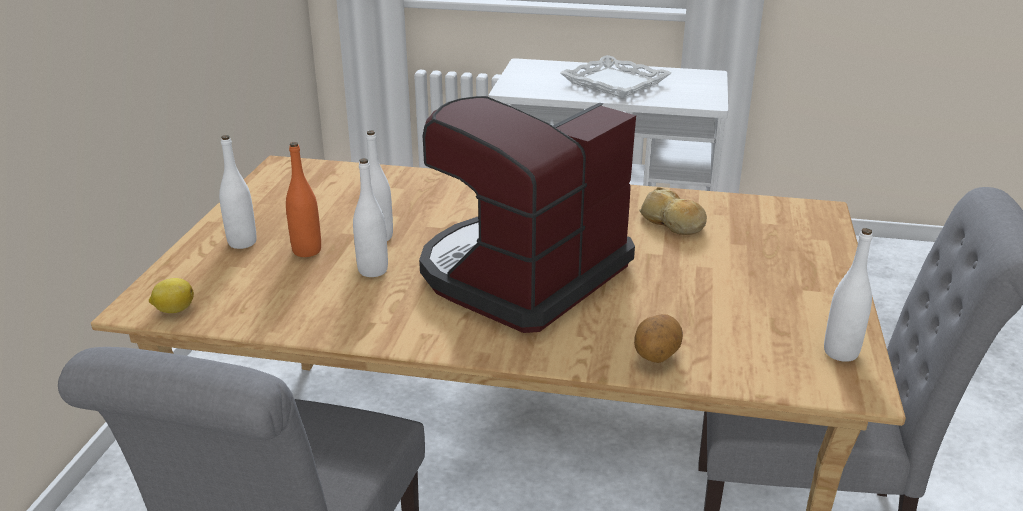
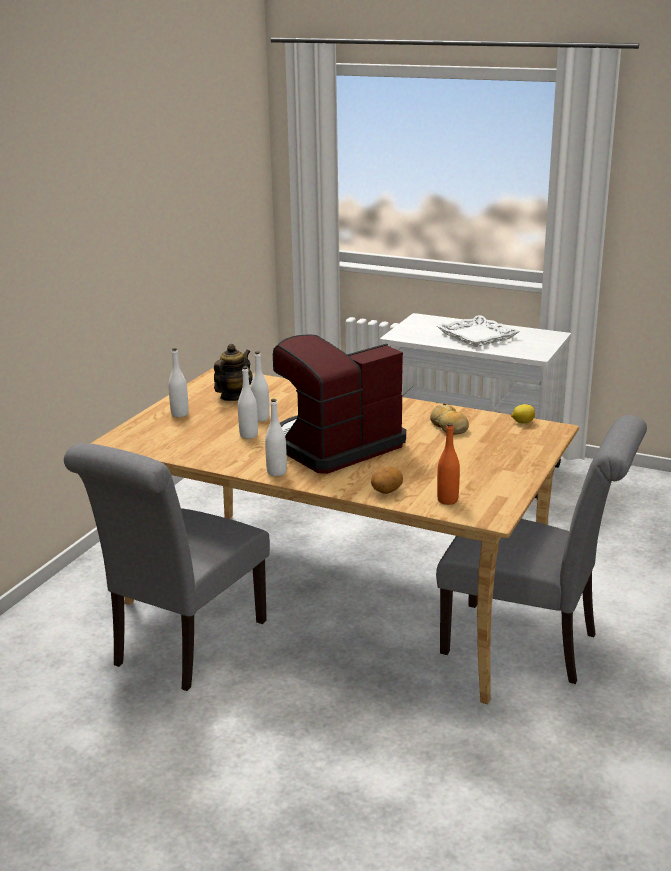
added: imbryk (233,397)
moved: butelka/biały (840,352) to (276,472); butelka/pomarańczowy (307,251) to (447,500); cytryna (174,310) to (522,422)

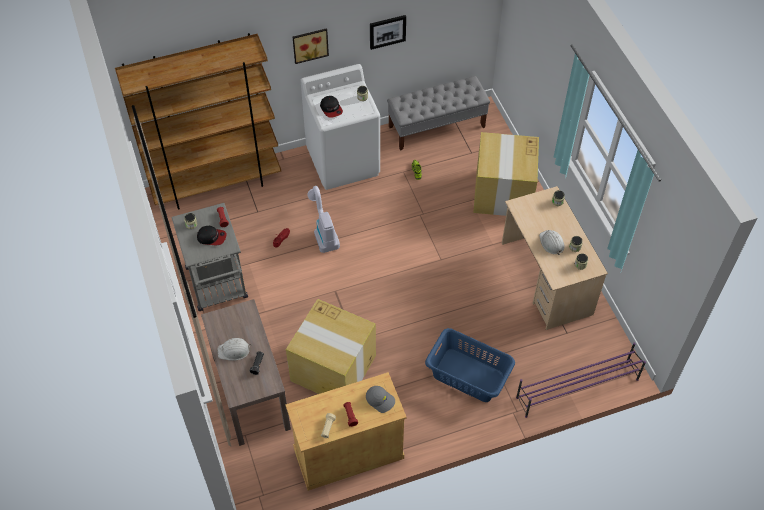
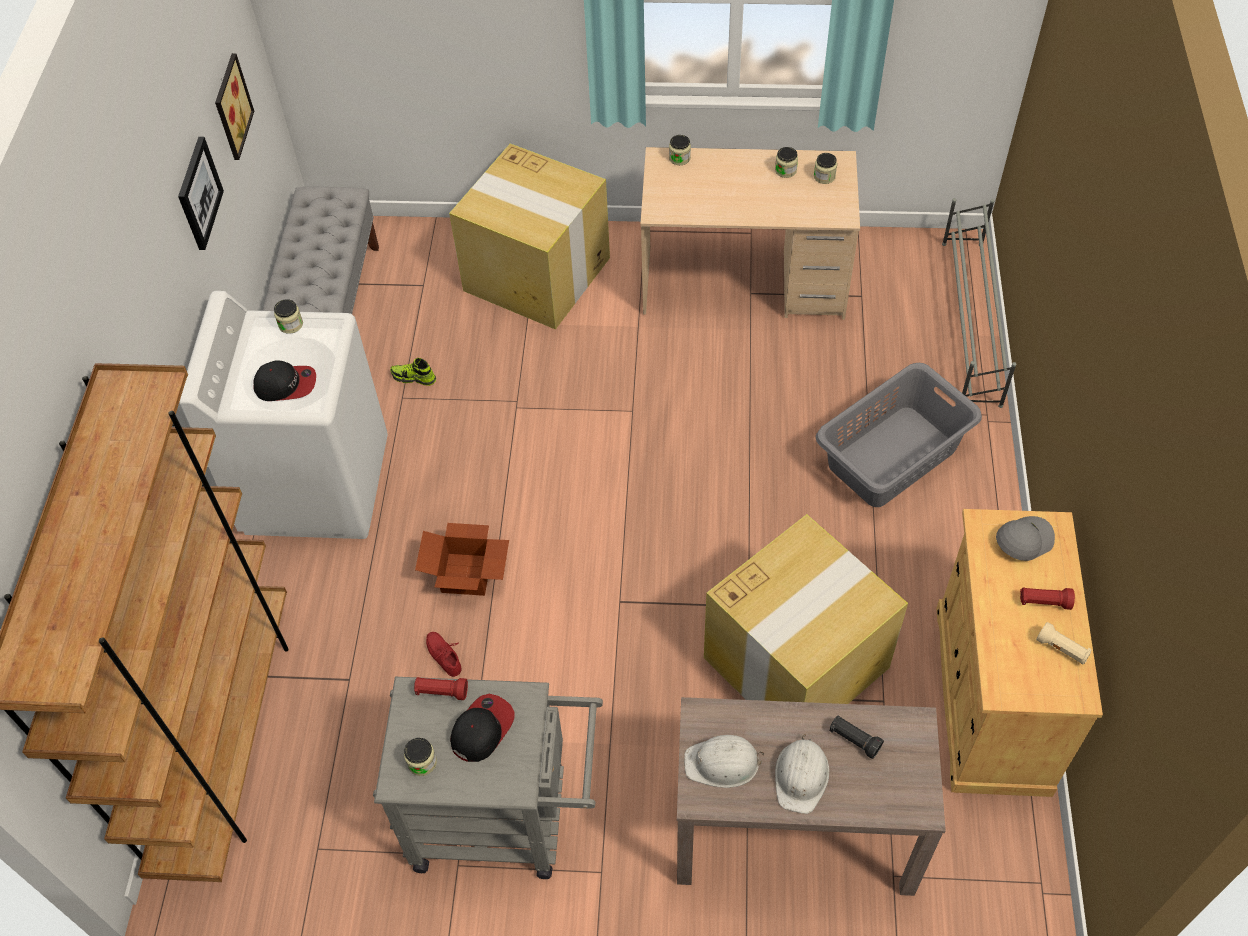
moved: obraz (310,44) to (229,106); kask/biały (551,243) to (723,763)
replaced: odkurzacz (323,232) to karton (468,575)
recoloured: kosz na pranie/niebieski (468,376) to kosz na pranie/szary (893,457); regał na buty/fioletowy (576,388) to regał na buty/szary (970,322)

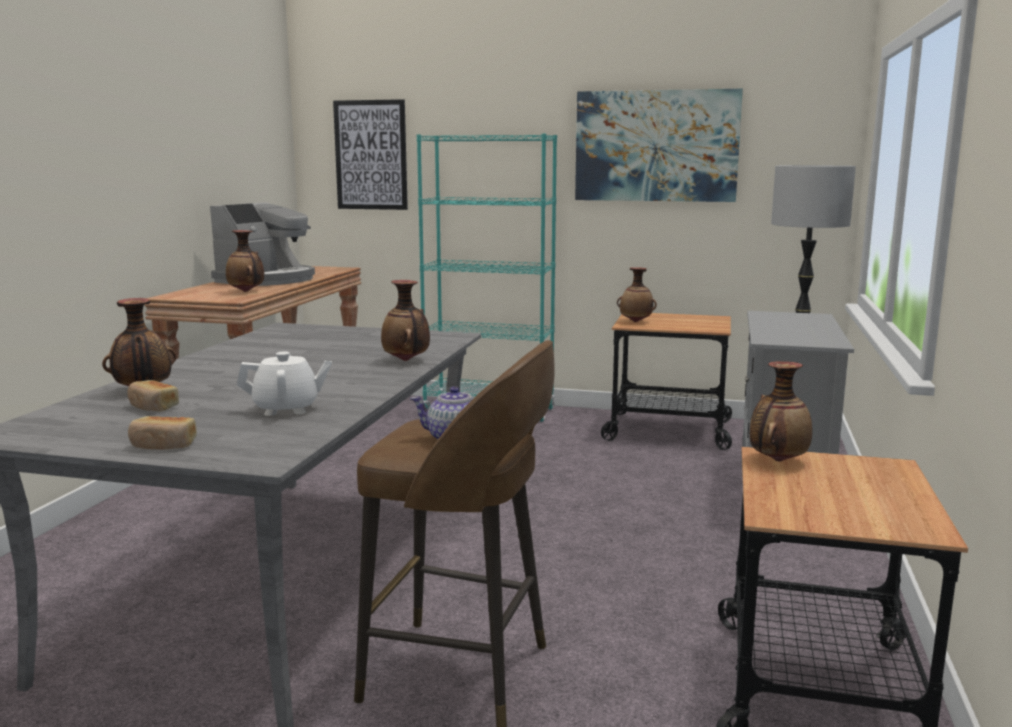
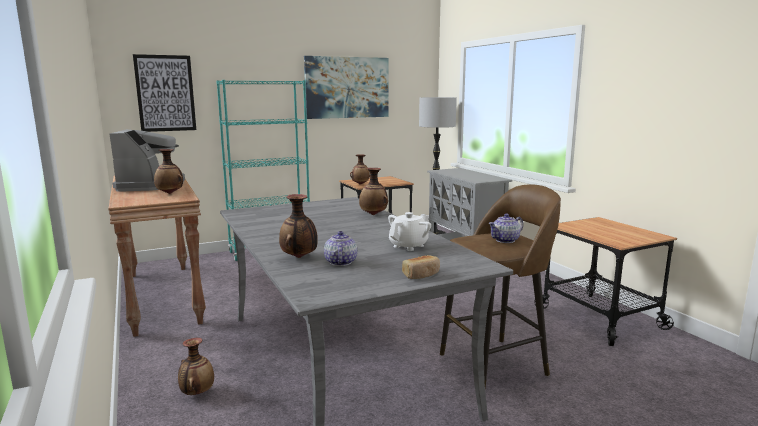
moved: wazon (777,460) to (197,393)
replaced: chleb (152,407) to imbryk (340,262)

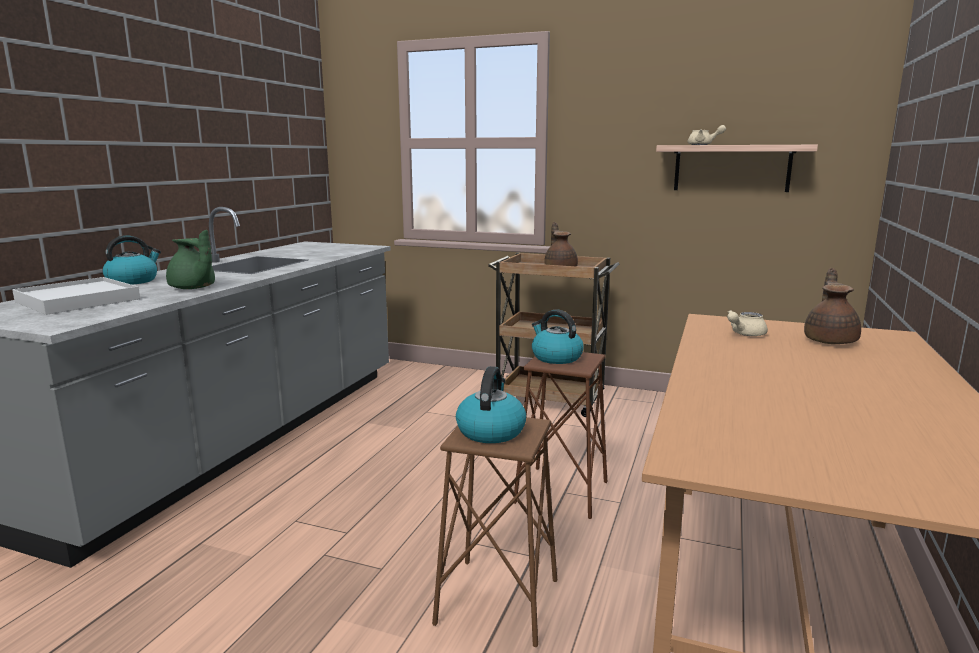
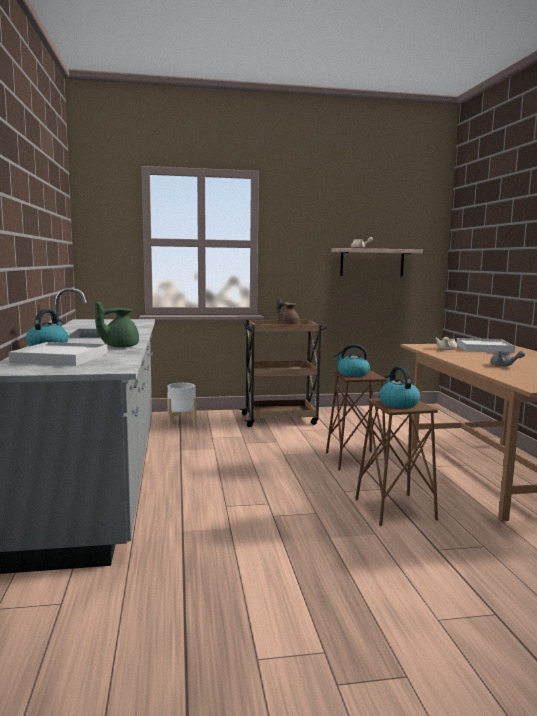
added: donica/biały (182,423); imbryk/szary (504,365)
replaced: imbryk/brązowy (830,340) to taca/biały (484,348)
turned: imbryk/zielony (193,288) = (119,346) 135 degrees clockwise

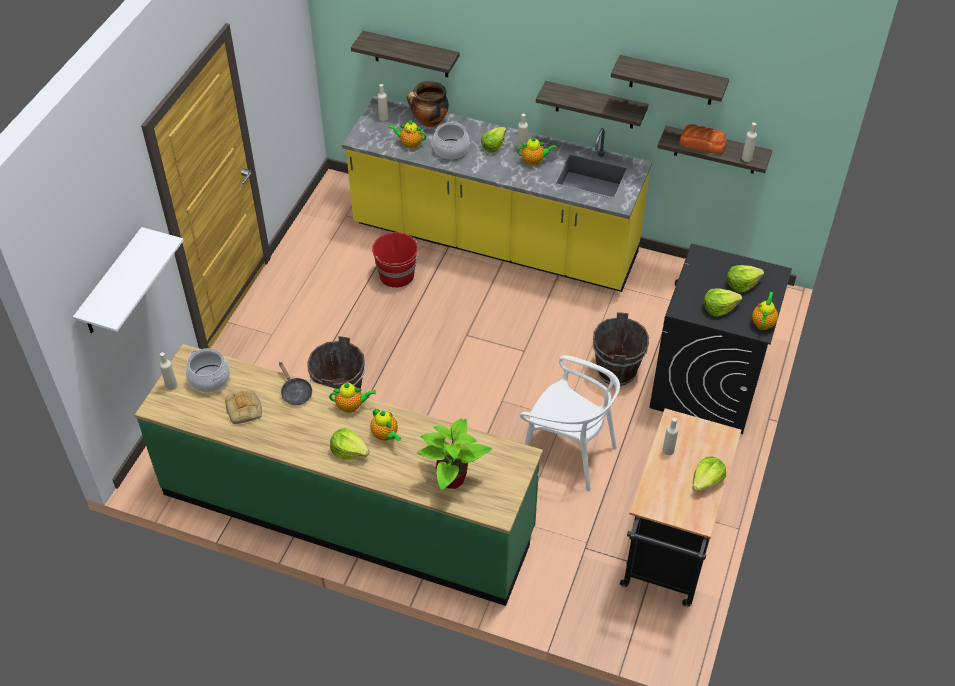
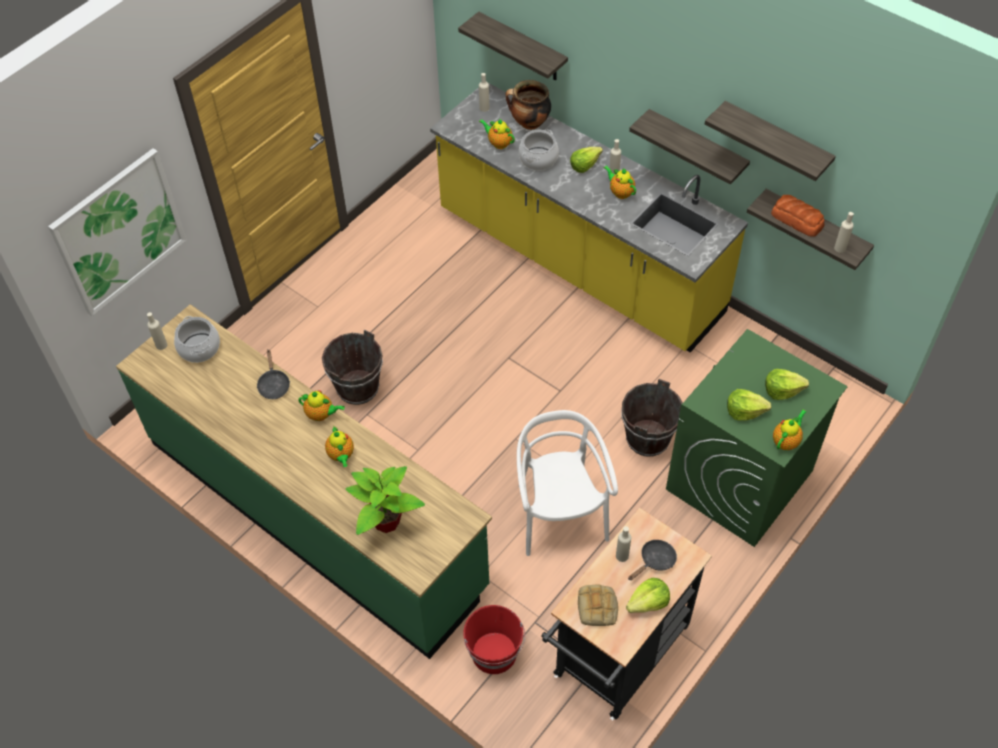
removed: sałata (349,451)
added: patelnia/czarny (655,561)
moved: wiadro/czerwony (397,275) to (494,653); chleb (244,410) to (598,608)
replaced: półka/biały (112,284) to obraz (119,232)
recoloured: pralka/czarny (707,385) to pralka/zielony (739,481)
turned: krzesło/biały (568,453) = (559,515) 150 degrees counterclockwise; imbryk (534,161) = (620,192) 150 degrees counterclockwise

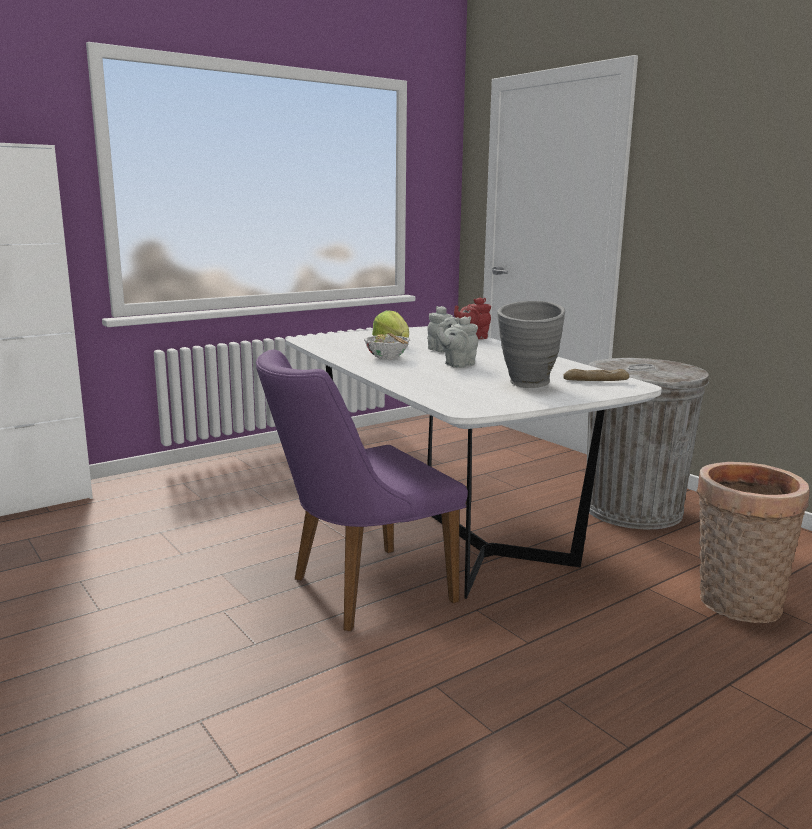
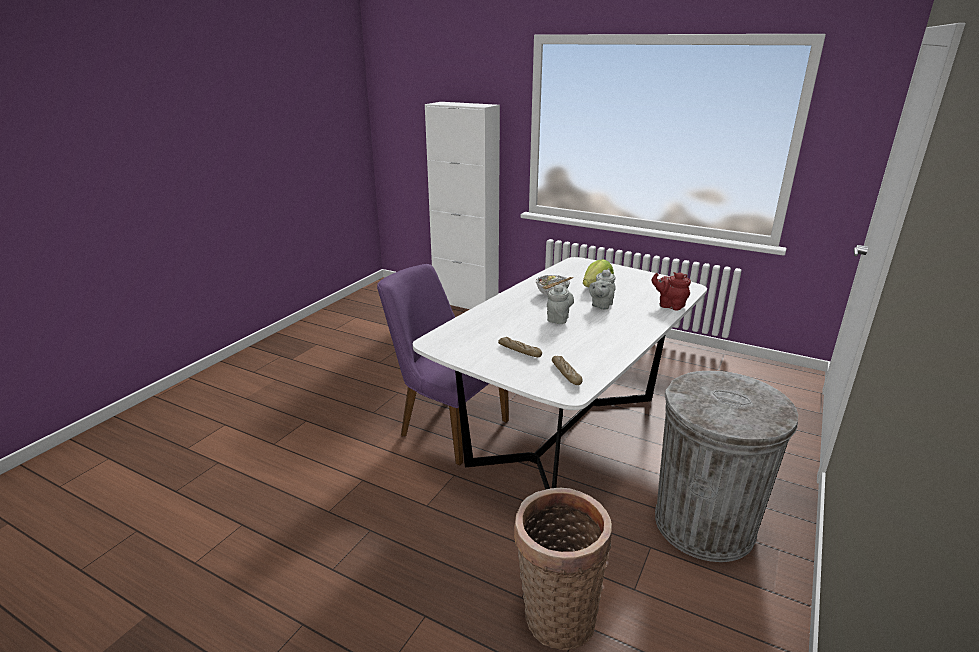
replaced: wazon/szary (527,386) to chleb (519,351)
turned: imbryk/szary (458,365) = (558,318) 90 degrees clockwise

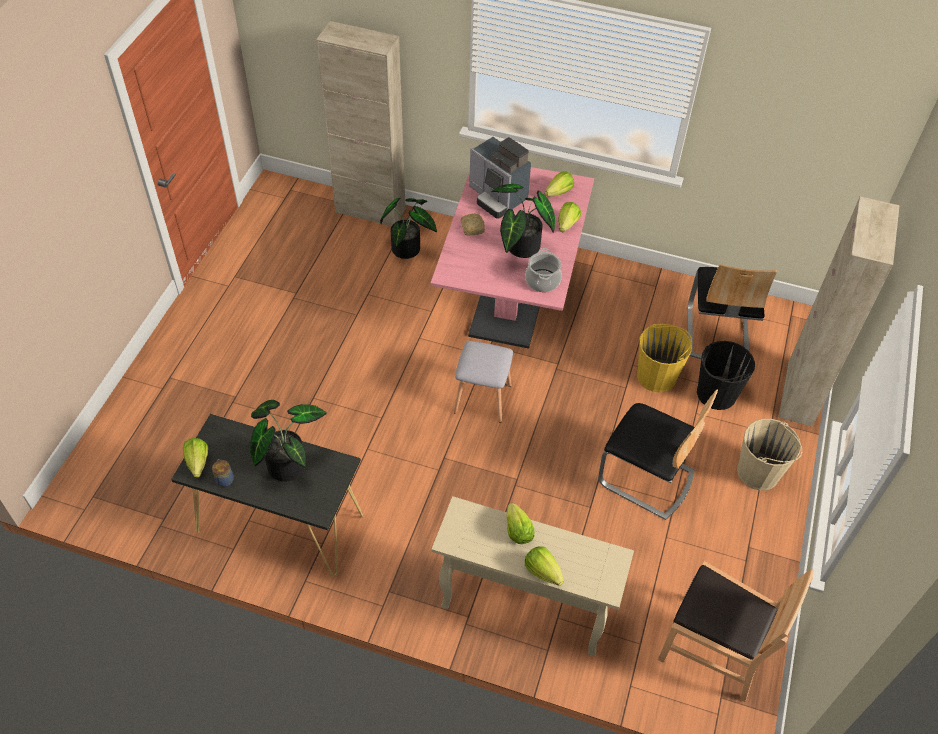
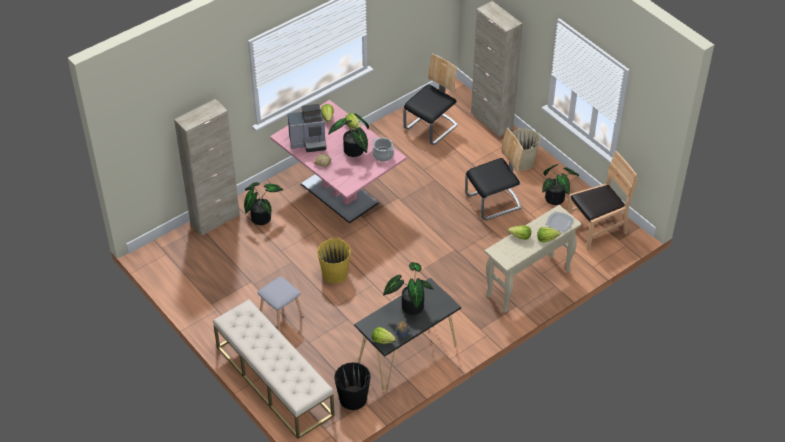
added: ławka/beżowy (274,380); roślina doniczkowa (557,198); talerz (559,222)
moved: stołek/szary (481,398) to (281,317); wiadro/żółty (657,376) to (335,273); wiadro/czarny (716,393) to (353,399)
turned: krzesło (717,333) = (431,127) 90 degrees counterclockwise

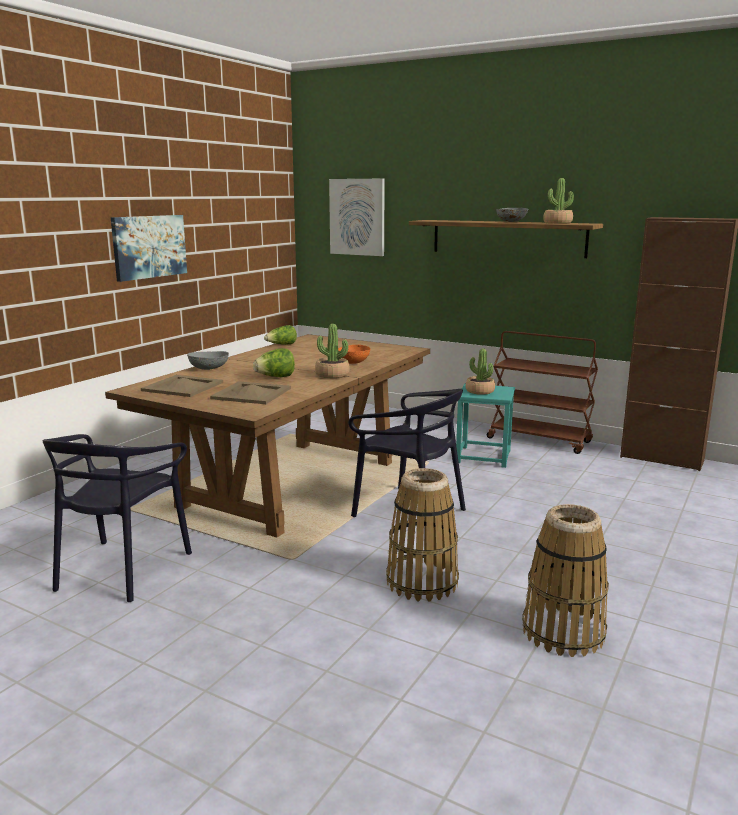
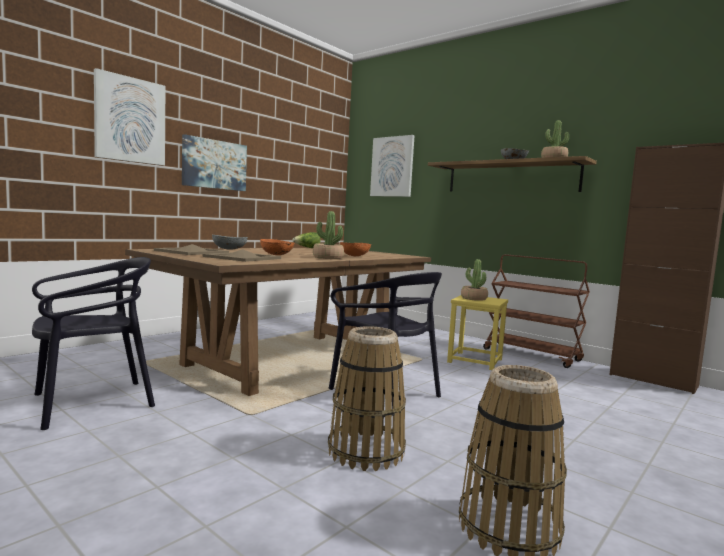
added: obraz (130,120)
replaced: sałata (275,377) to miska/pomarańczowy (277,255)
recoloured: stołek/turkusowy (483,457) to stołek/żółty (474,361)
turned: krzesło/czarny (122,569) = (92,403) 150 degrees counterclockwise

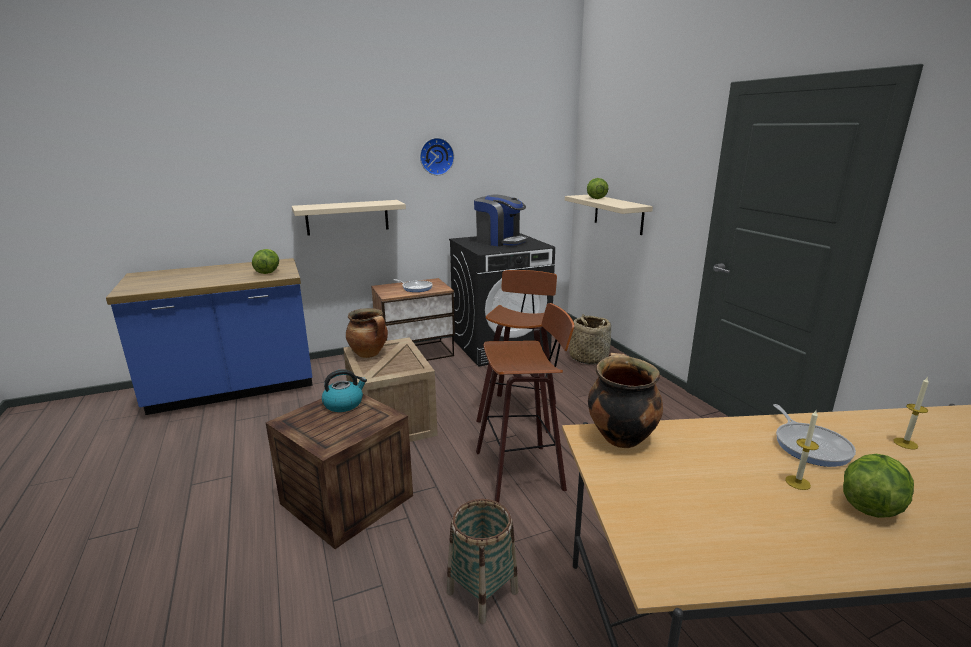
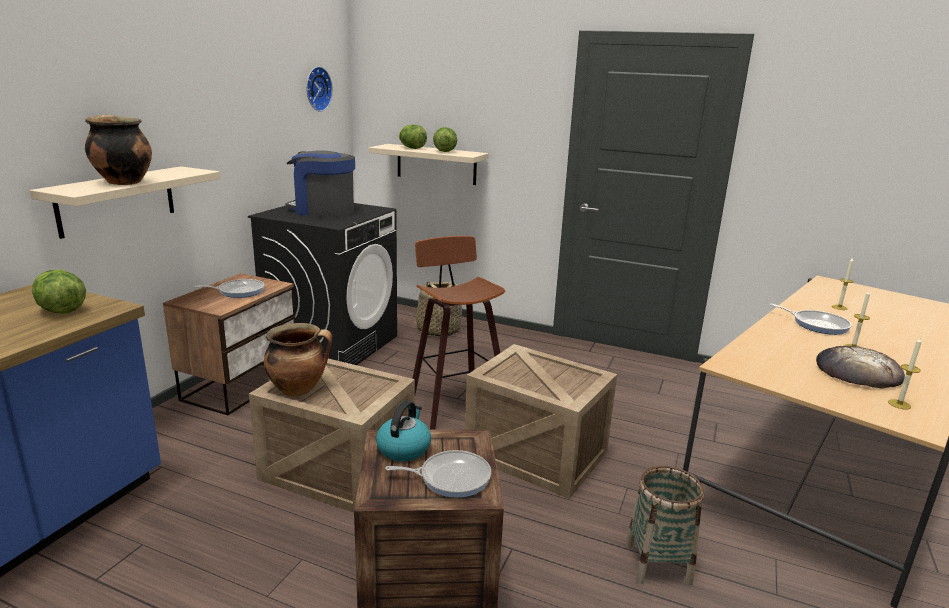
added: patelnia (451,478); chleb (857,372); świeca (899,404)
moved: garnek (620,437) to (122,182); zegar ścienny (436,156) to (316,89); sałata (870,505) to (445,151)
replaced: stołek (522,471) to skrzynka (538,454)
turned: ekspres do kawy (500,241) = (322,210) 150 degrees counterclockwise

